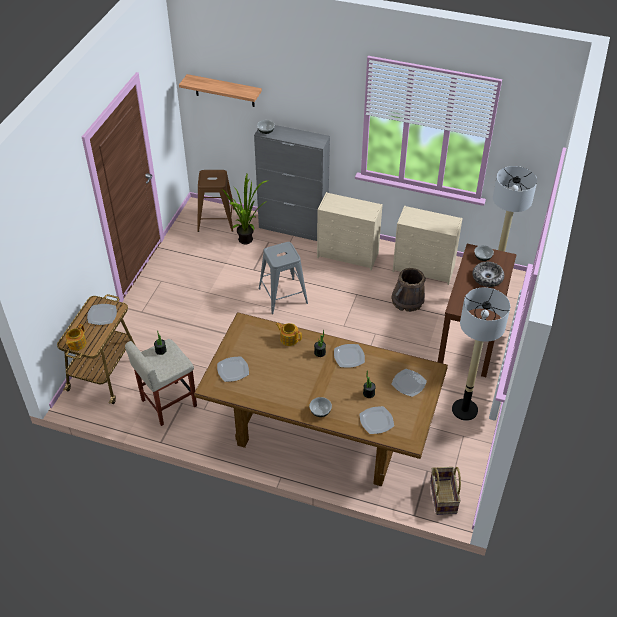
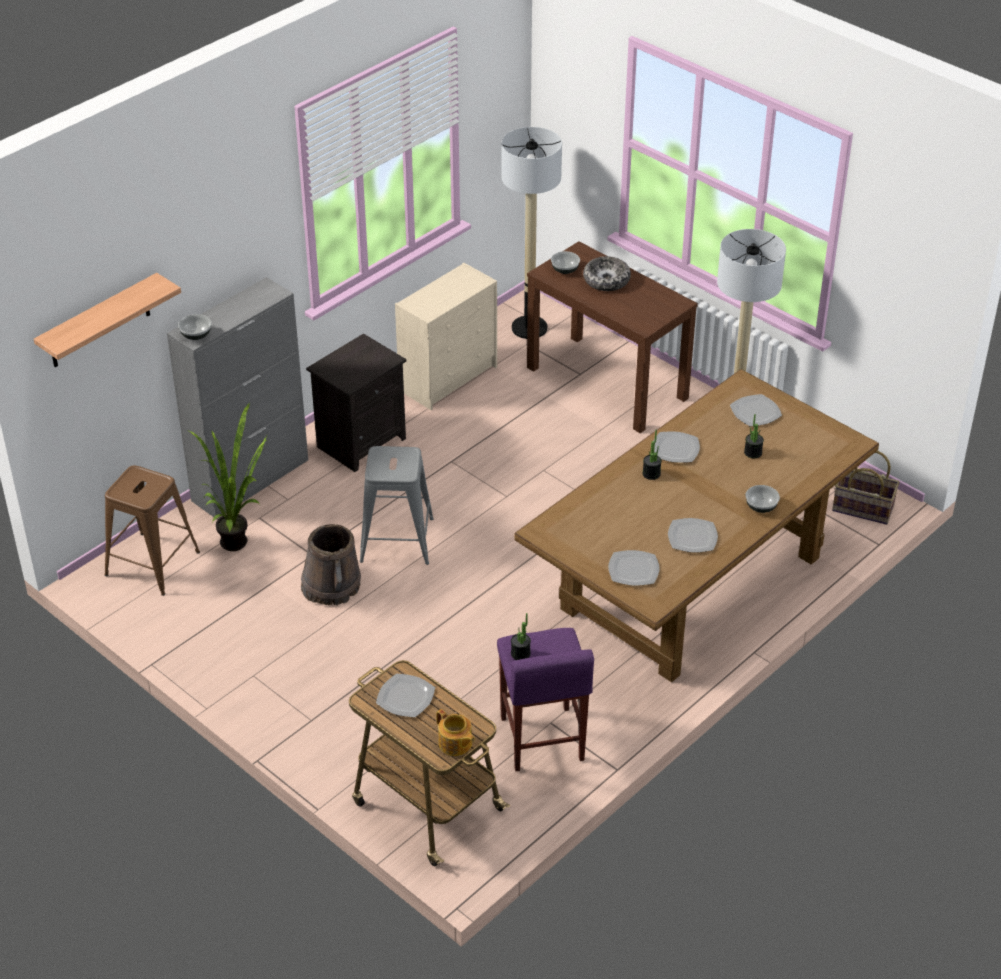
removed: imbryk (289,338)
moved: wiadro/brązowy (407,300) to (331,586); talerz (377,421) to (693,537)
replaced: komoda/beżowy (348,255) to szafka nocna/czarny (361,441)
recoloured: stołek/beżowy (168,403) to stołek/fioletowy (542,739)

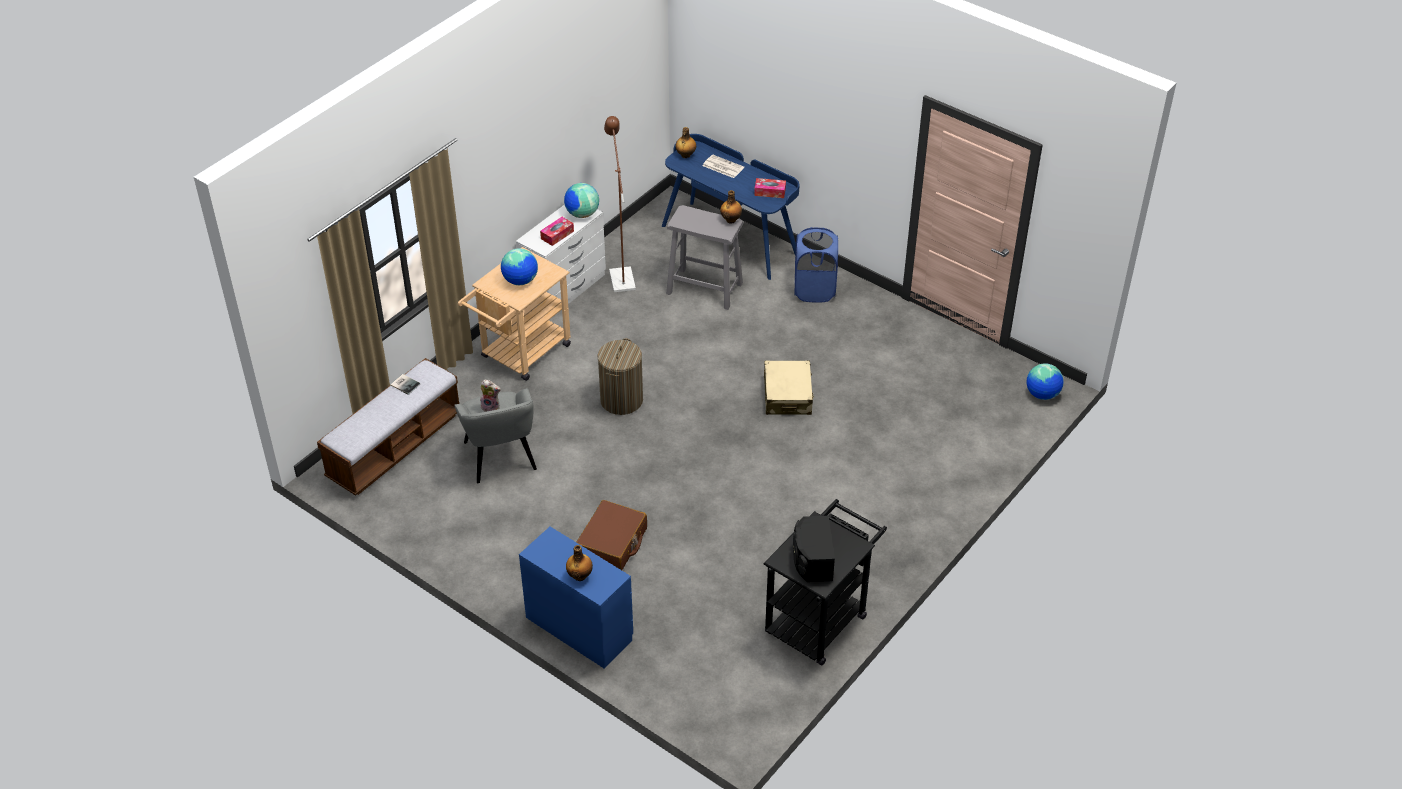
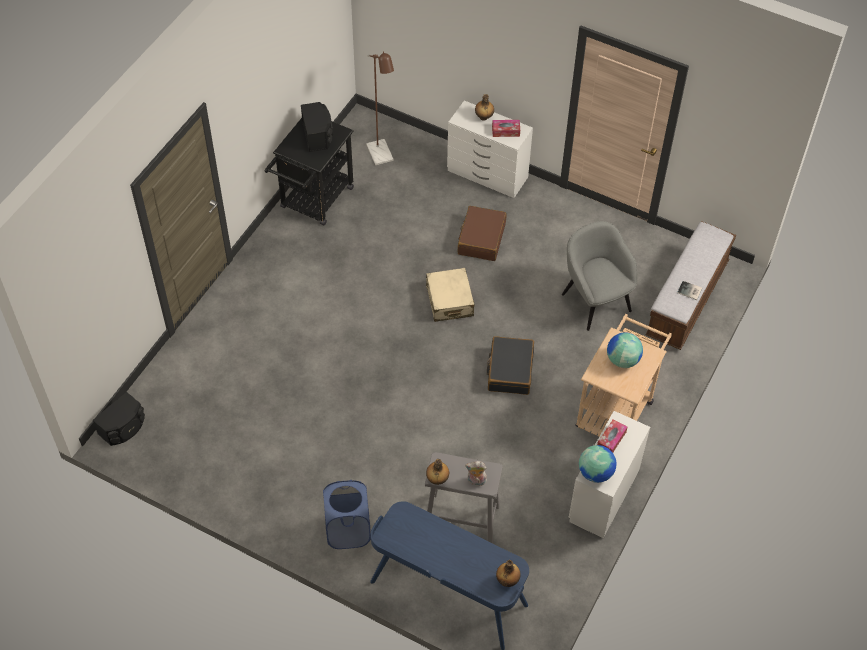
removed: gazeta (722,167)
moved: lampa stojąca/brązowy (621,275) to (382,157); walizka/beżowy (787,395) to (449,301); pluszak (491,407) to (476,481); pudełko chusteczek (770,192) to (505,131)
replaced: globus (1042,394) to głośnik/czarny (123,427); kosz na pranie (621,400) to walizka/czarny (510,370)
recoloured: komoda/niebieski (579,627) to komoda/biały (487,175)

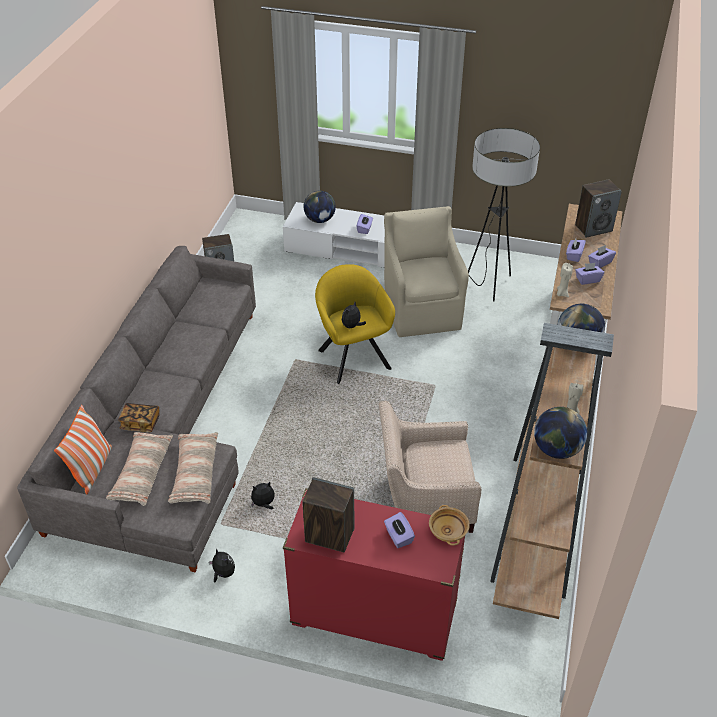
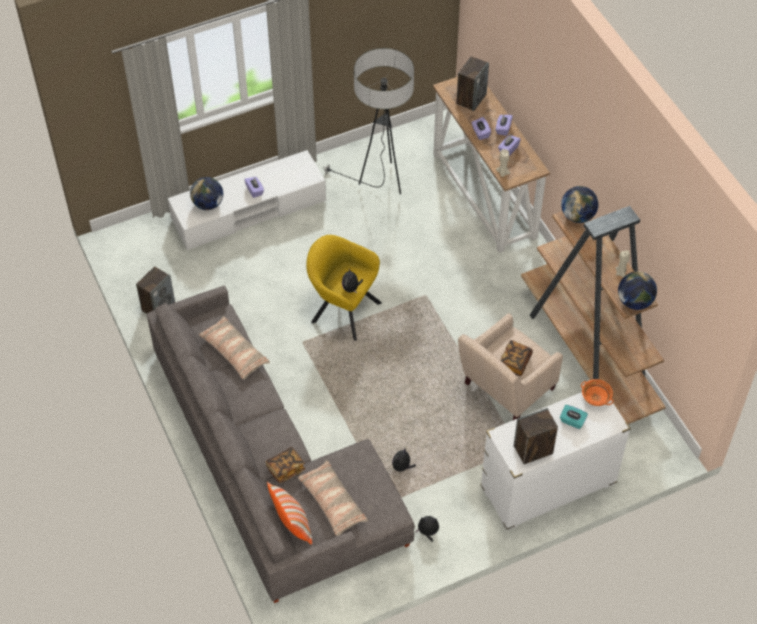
removed: fotel/beżowy (422,310)
added: książka (515,362)
moved: poduszka (195,473) to (234,352)
recoloured: komoda/czerwony (373,614) to komoda/biały (547,487); pudełko chusteczek/fioletowy (398,537) to pudełko chusteczek/turkusowy (572,421); miska/beżowy (448,531) to miska/pomarańczowy (596,397)

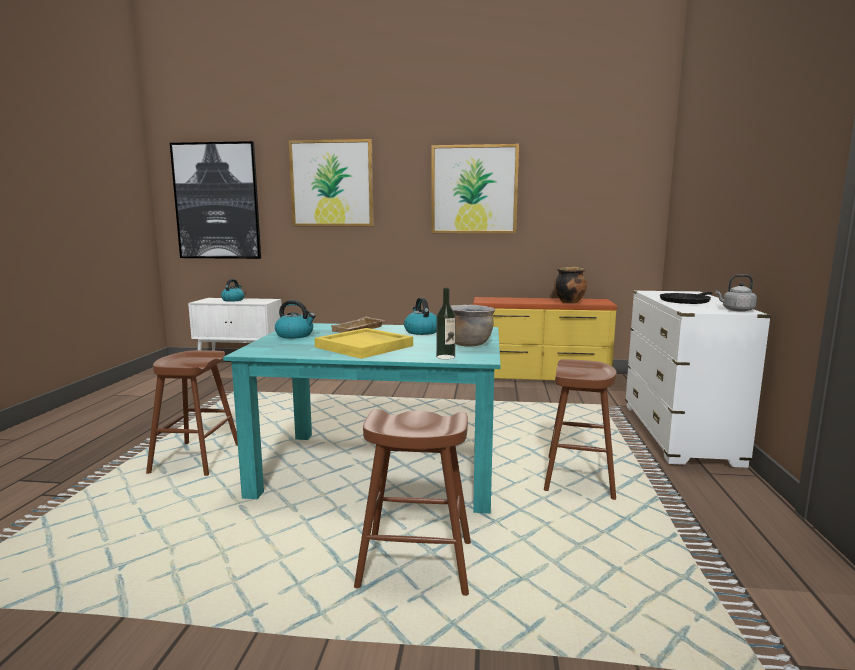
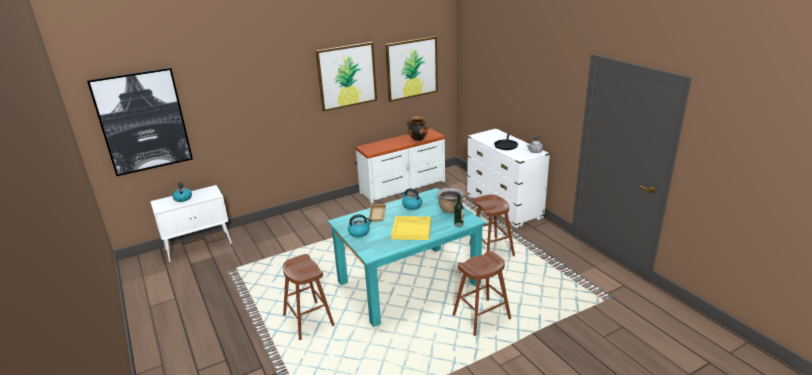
moved: obraz (332,183) to (411,68)
recoloured: komoda/żółty (539,377) to komoda/biały (403,187)

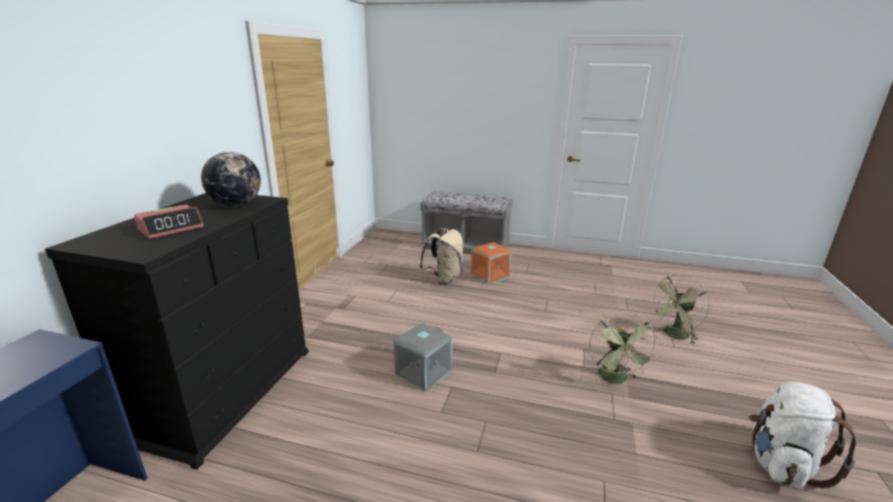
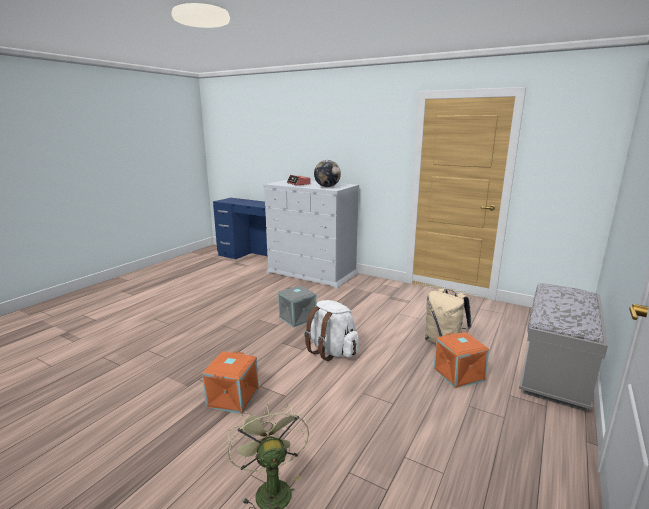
moved: plecak/biały (781,463) to (332,351)
replaced: wentylator/zielony (616,379) to pojemnik do przechowywania/pomarańczowy (233,398)
recoloured: komoda/czarny (224,391) to komoda/biały (312,273)

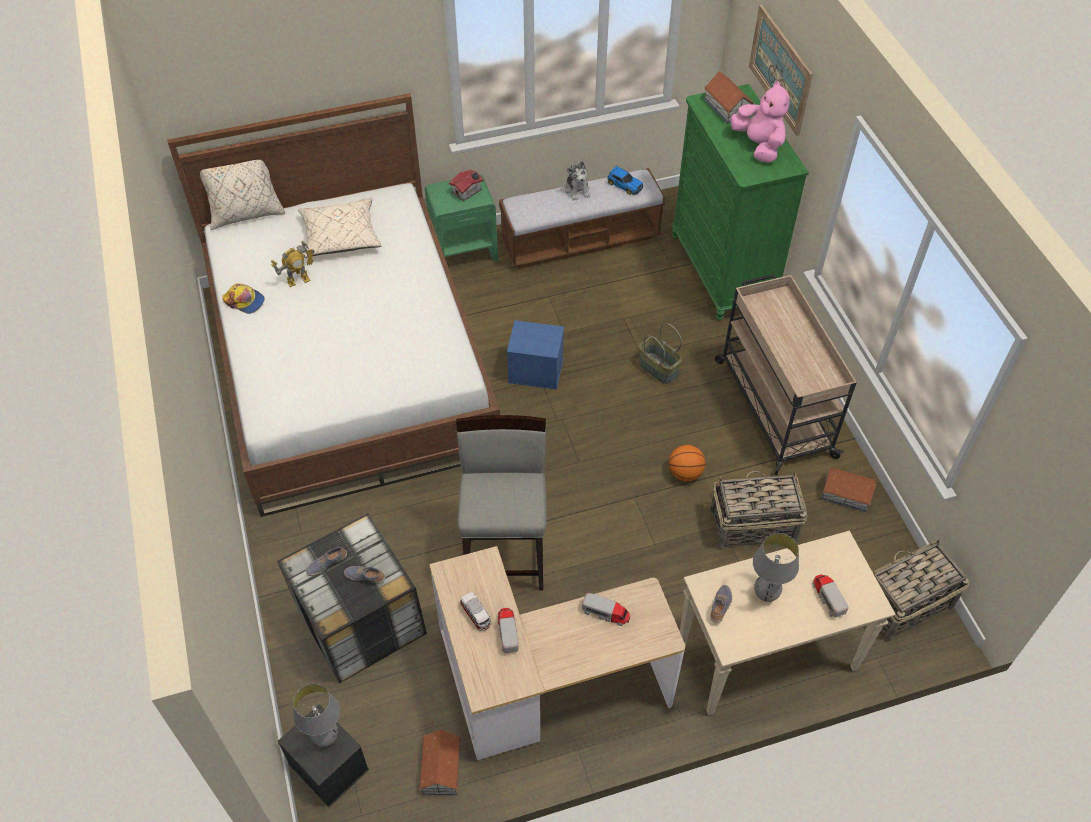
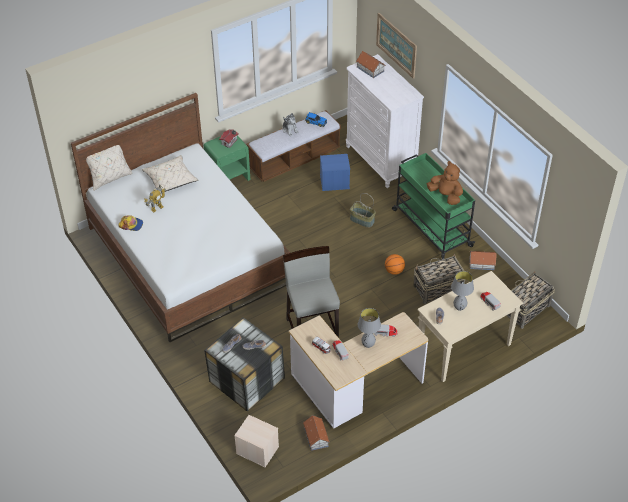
removed: pluszak/różowy (758,146)
added: pluszak/brązowy (445,195)
moved: pojemnik do przechowywania/niebieski (535,371) to (334,182); lampa stołowa/szary (326,738) to (368,345)
recoloured: pojemnik do przechowywania/czarny (327,766) to pojemnik do przechowywania/beżowy (257,450); komoda/zielony (722,271) to komoda/biały (380,161); wózek/beżowy (773,406) to wózek/zielony (431,227)

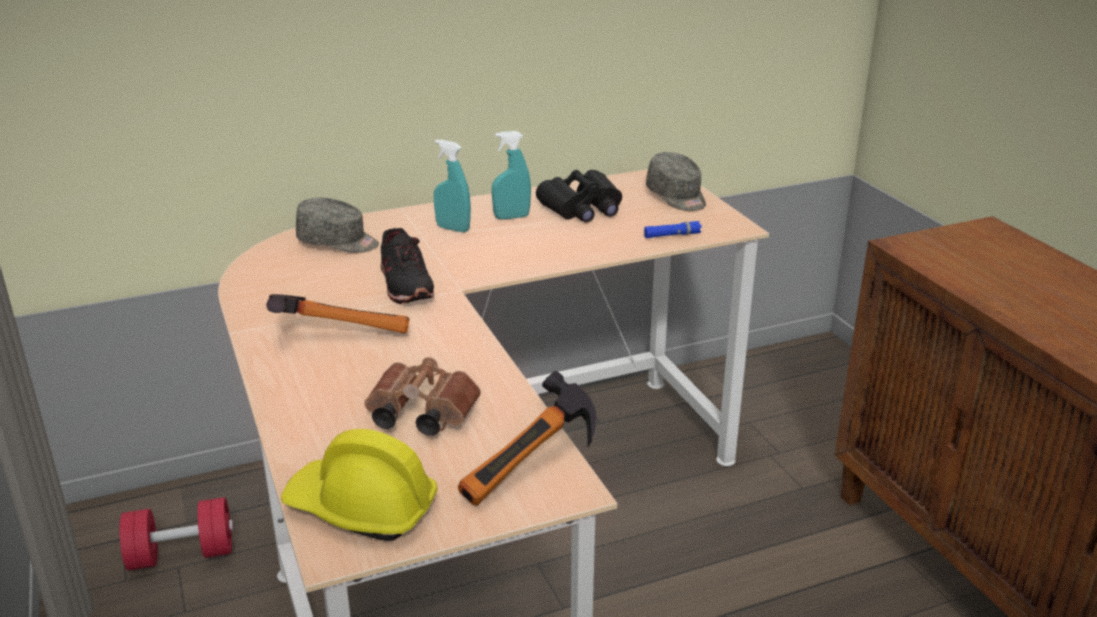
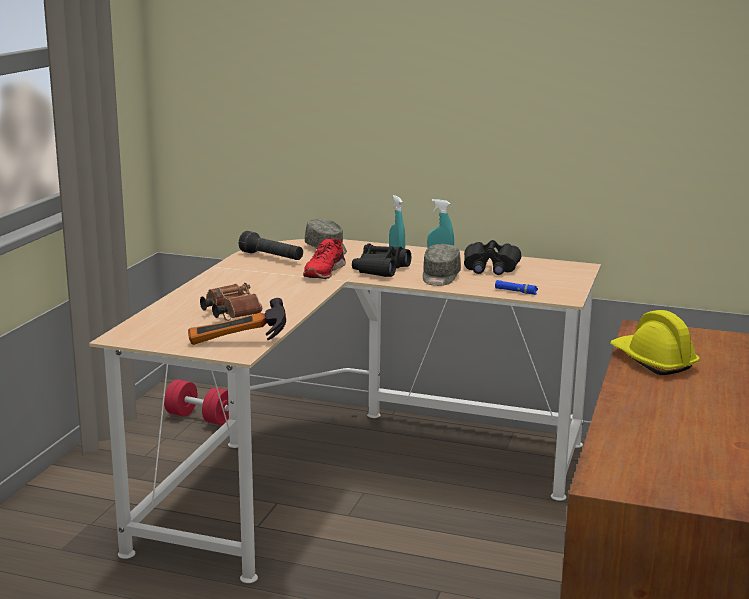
removed: młotek (341,331)
added: latarka/czarny (272,257); lornetka/czarny (380,270)
moved: czapka z daszkiem/szary (677,197) to (440,277); kask/żółty (361,508) to (652,361)
recoloured: but/czarny (404,284) to but/czerwony (324,271)

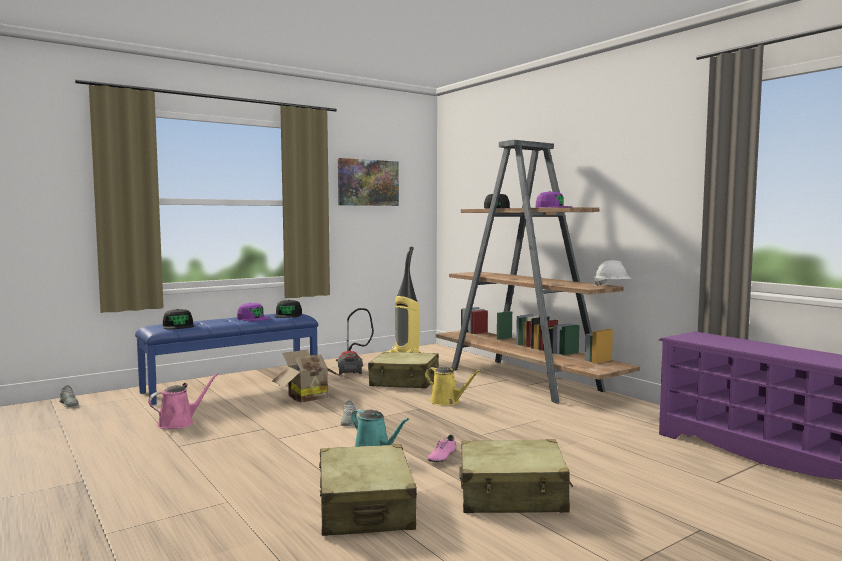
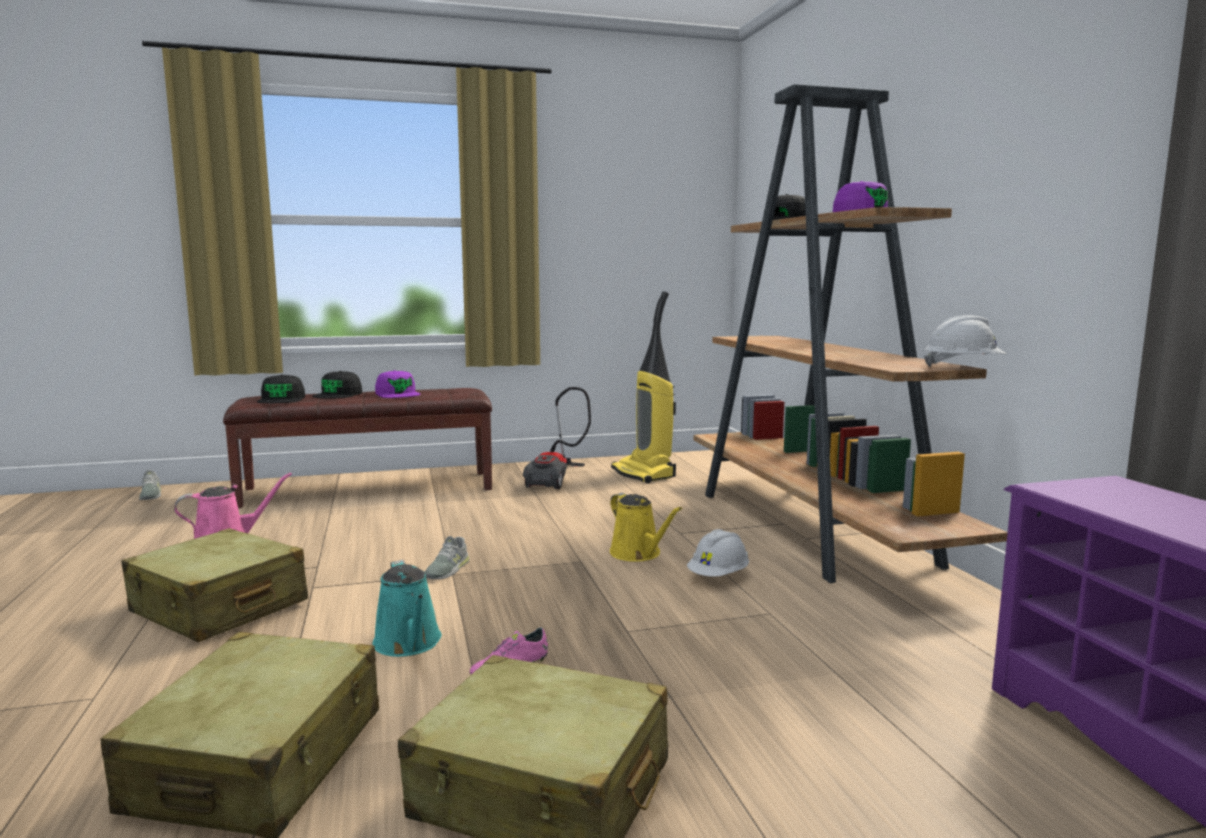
removed: karton (305,397); obraz (368,182)
added: kask/biały (718,576)
moved: walizka/beżowy (405,382) to (219,608); czapka z daszkiem/czarny (288,315) to (338,394)
recoloured: ławka/niebieski (232,385) to ławka/brązowy (369,488)

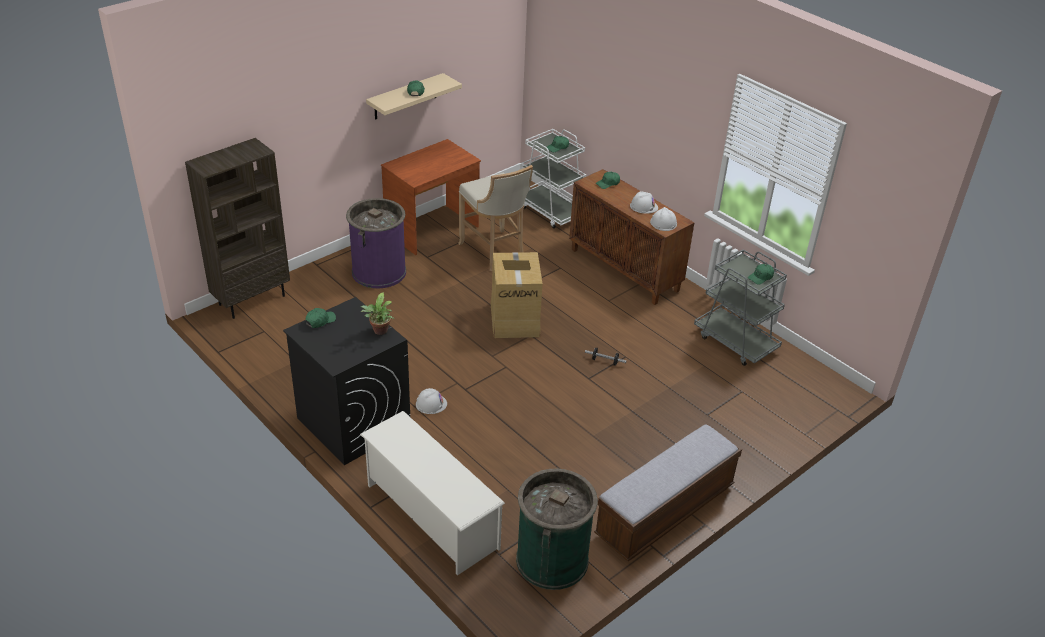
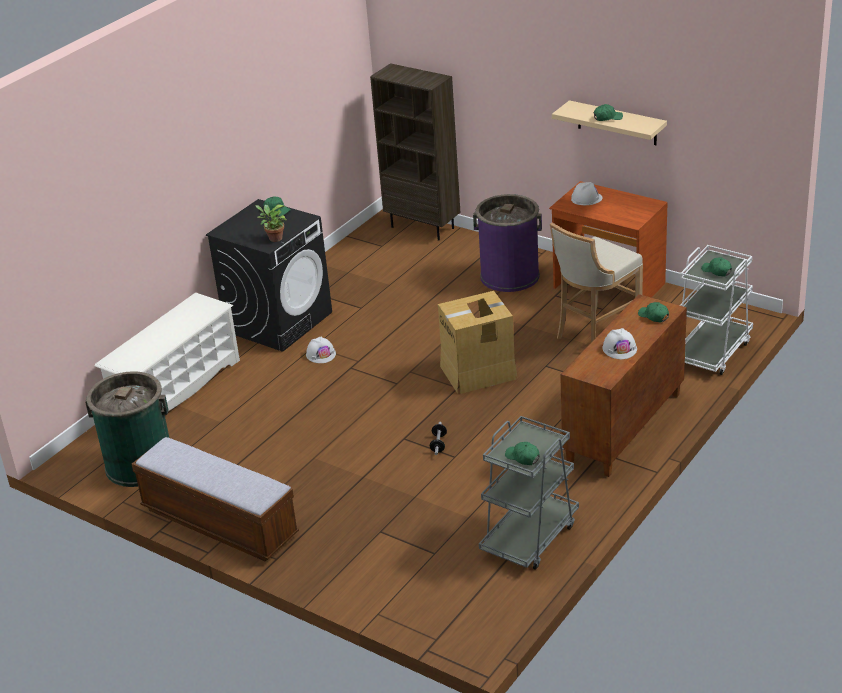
moved: kask/biały (663,223) to (586,198)

